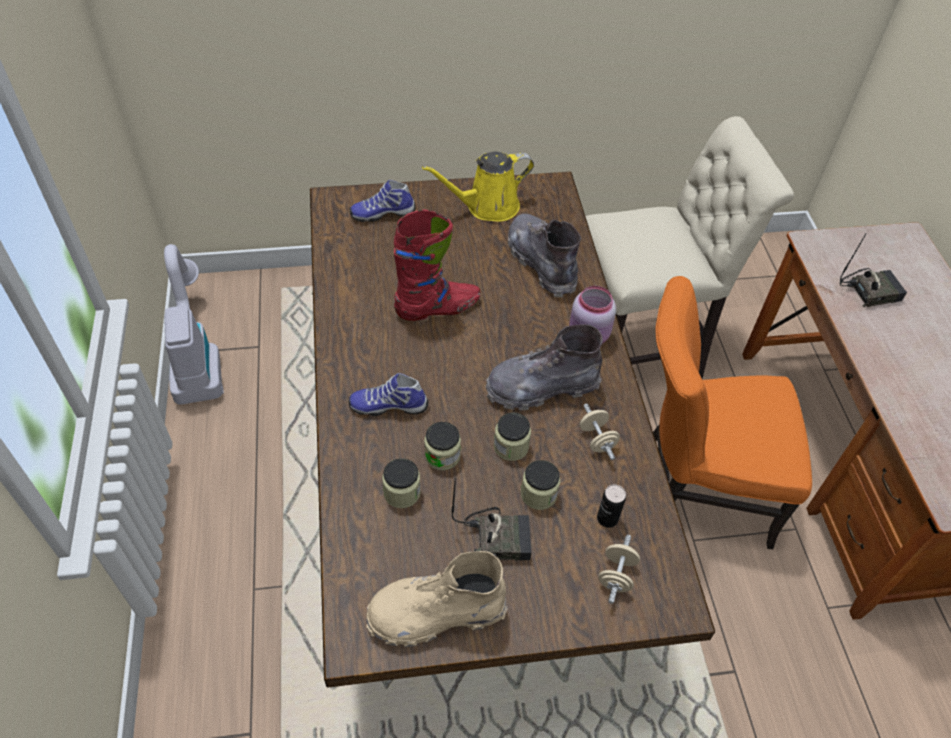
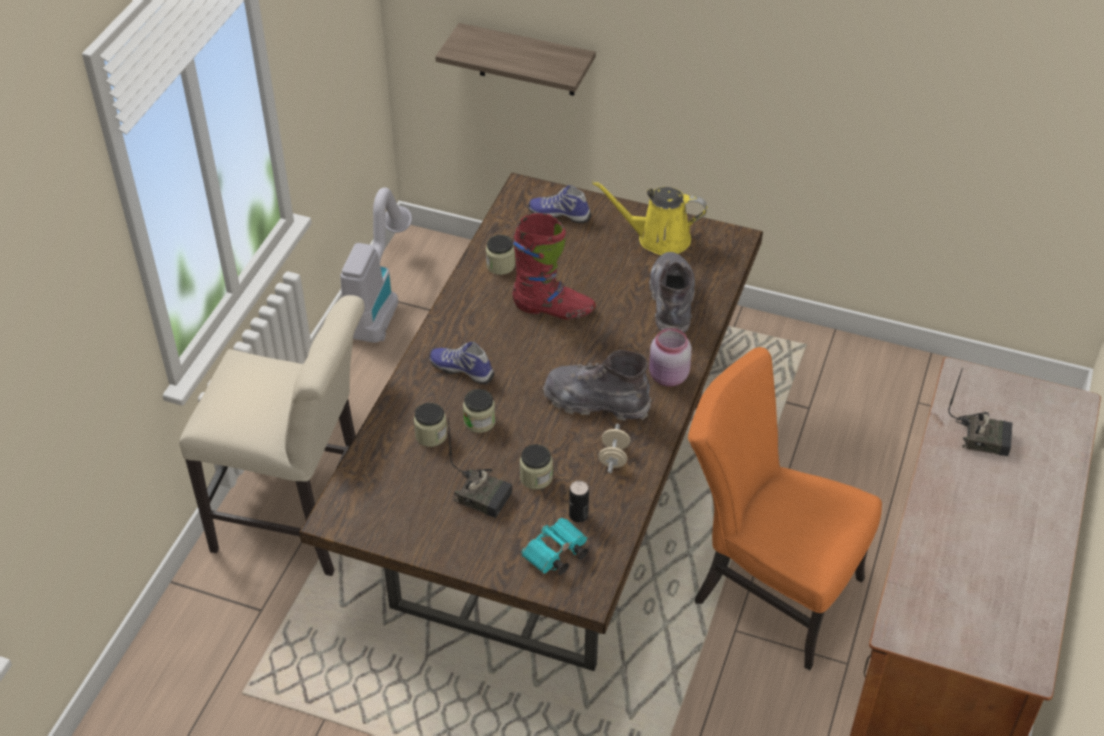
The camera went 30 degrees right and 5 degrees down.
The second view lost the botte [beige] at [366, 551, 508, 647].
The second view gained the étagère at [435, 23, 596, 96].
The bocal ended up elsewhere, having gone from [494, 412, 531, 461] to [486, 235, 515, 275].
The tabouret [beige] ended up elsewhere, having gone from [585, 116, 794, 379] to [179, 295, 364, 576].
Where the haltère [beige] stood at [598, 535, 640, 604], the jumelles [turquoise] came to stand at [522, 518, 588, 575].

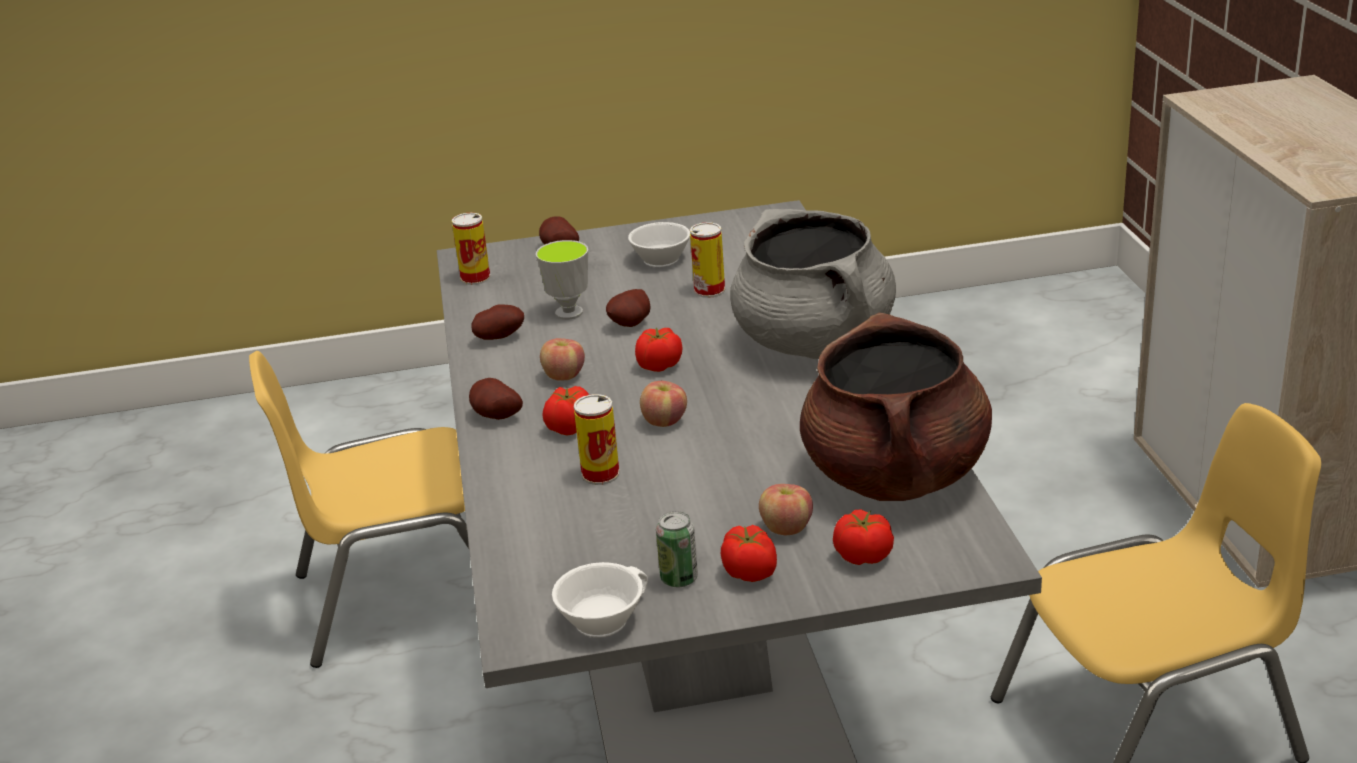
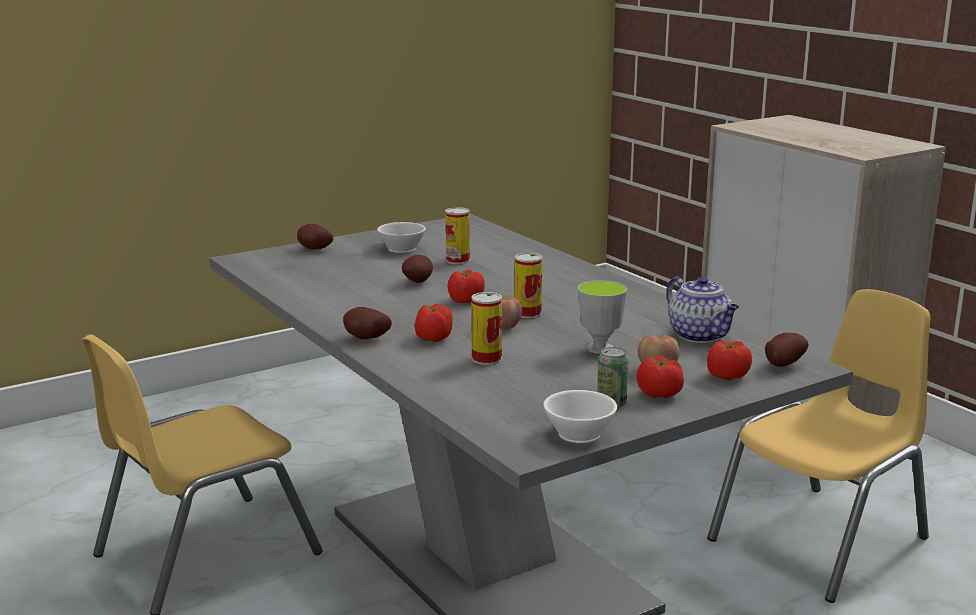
The camera went 25 degrees left and 10 degrees down.
The second view lost the pomme at [540, 338, 585, 381].
The second view lost the marmite [gris] at [730, 209, 896, 359].
The boîte métallique ended up elsewhere, having gone from [452, 213, 491, 285] to [514, 253, 542, 318].
The pomme de terre ended up elsewhere, having gone from [471, 304, 524, 340] to [765, 333, 809, 367].
The tasse ended up elsewhere, having gone from [536, 240, 588, 320] to [578, 280, 627, 354].
Where the marmite [marron] stood at [800, 313, 992, 501], the théière came to stand at [666, 276, 739, 343].

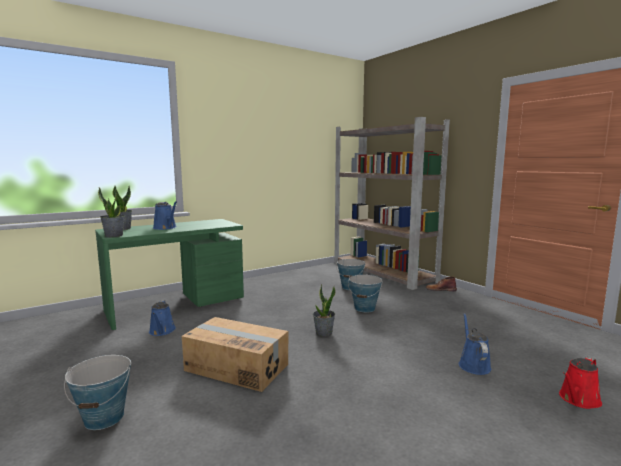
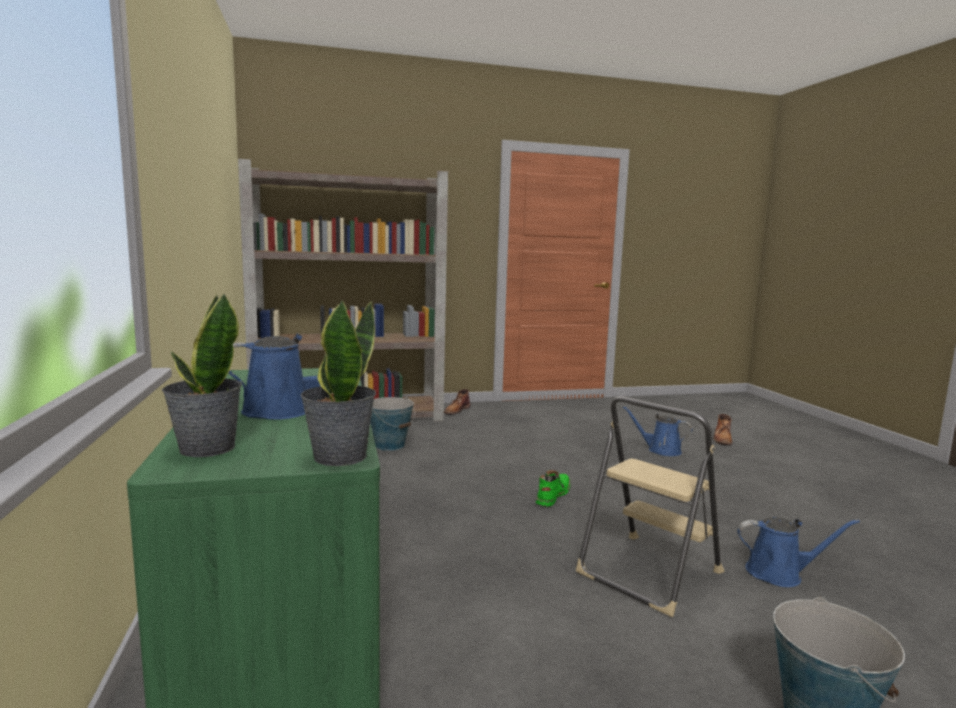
The camera went 70 degrees left and 0 degrees up.
The second view lost the seau at [348, 275, 383, 313].
The arrosoir [bleu] ended up elsewhere, having gone from [149, 300, 176, 336] to [737, 517, 860, 587].
Where the carton stood at [182, 317, 288, 392], the escabeau [beige] came to stand at [576, 397, 724, 617].
Where the plante en pot stood at [313, 284, 336, 337], the botte [vert] came to stand at [536, 470, 571, 507].
Where the arrosoir [rouge] stood at [559, 357, 602, 409], the botte [marron] came to stand at [714, 414, 733, 445].

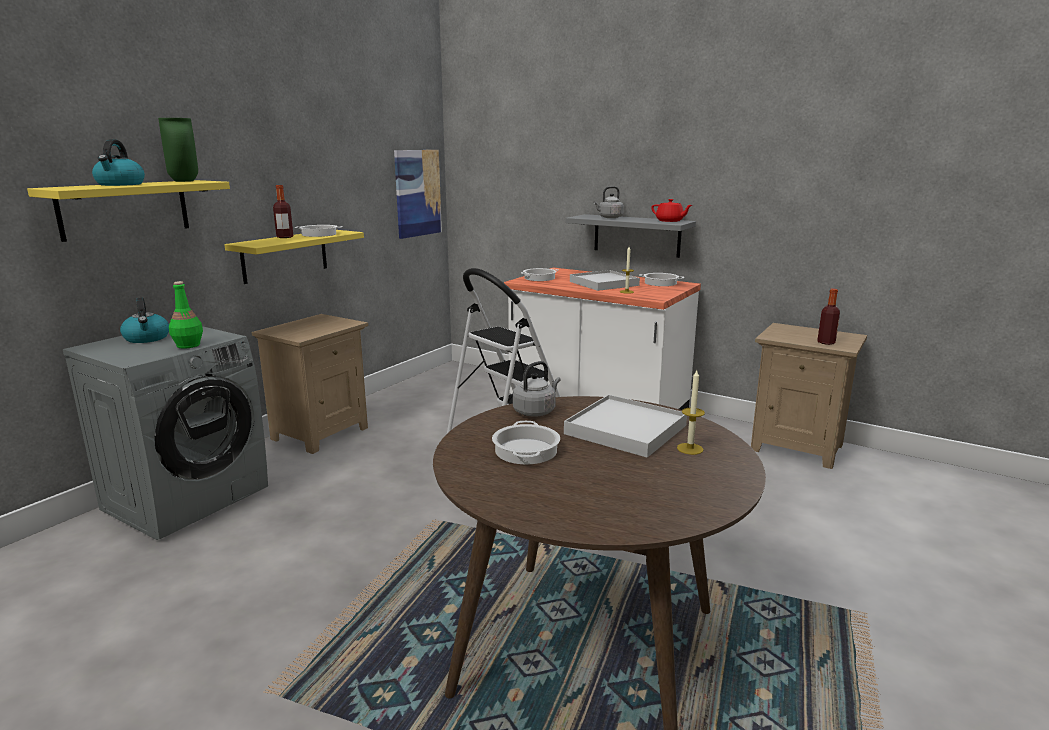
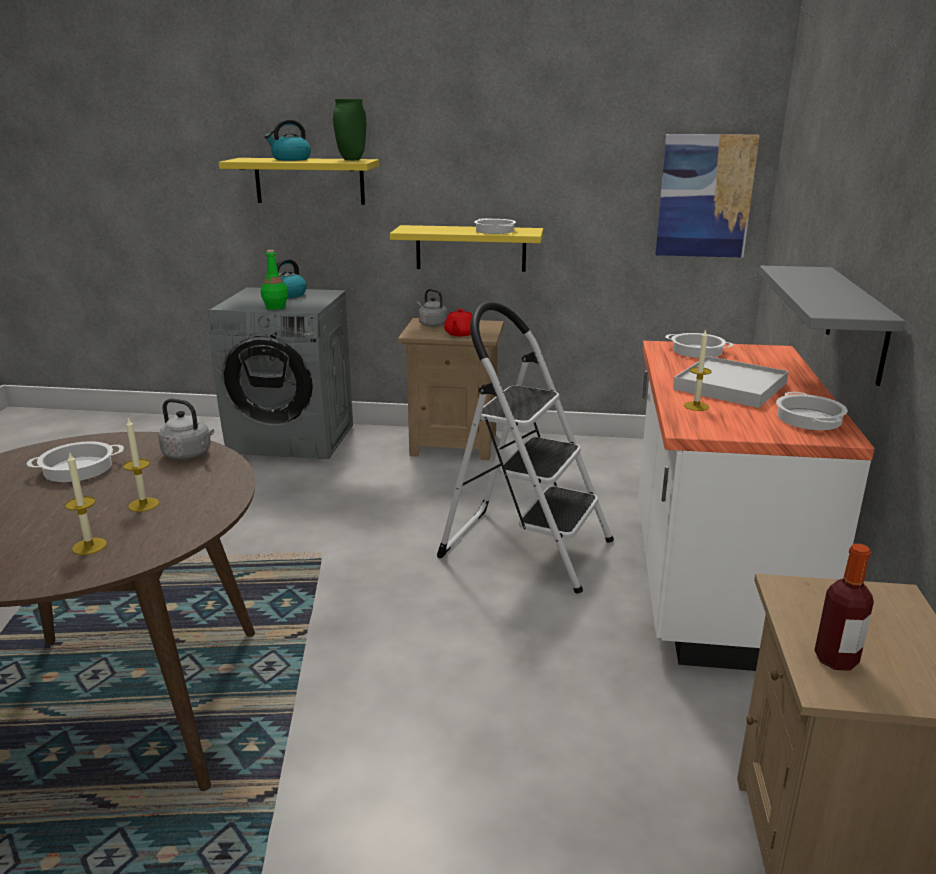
The camera went 65 degrees right and 5 degrees up.
The second view lost the bouteille at [273, 185, 293, 238].
The bouilloire [gris] ended up elsewhere, having gone from [593, 186, 624, 218] to [417, 289, 447, 327].
The théière [rouge] ended up elsewhere, having gone from [651, 199, 692, 222] to [444, 308, 472, 336].
Where the plateau [blanc] stood at [564, 395, 687, 458], the bougie came to stand at [123, 418, 159, 512].

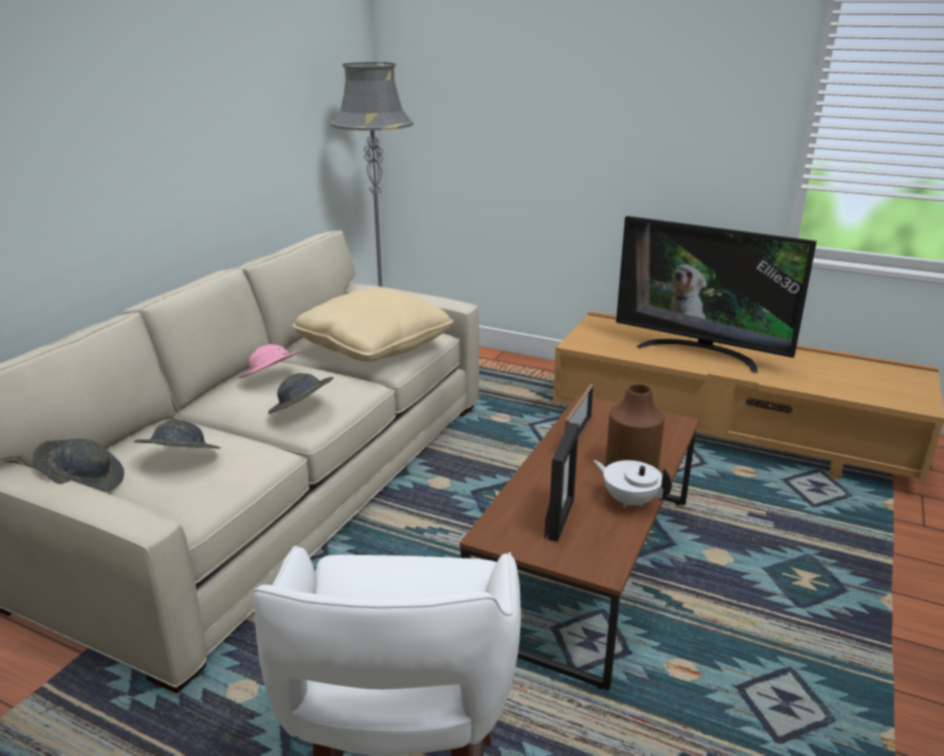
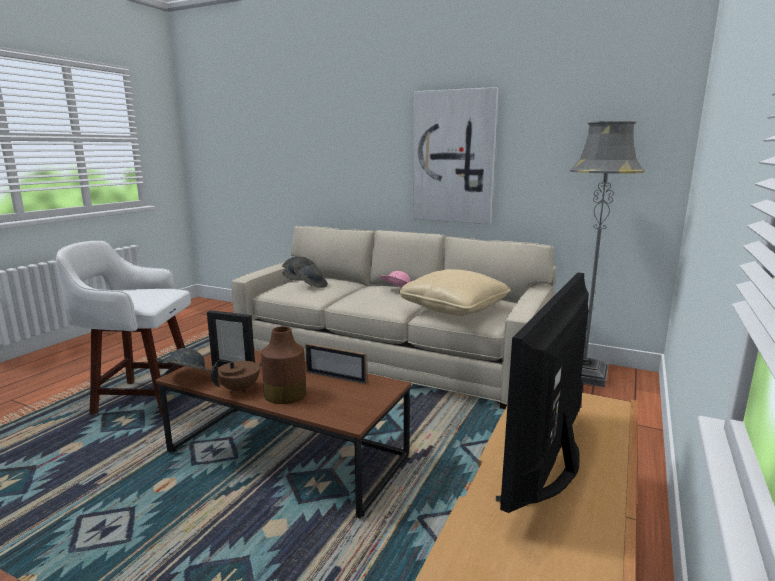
The camera went 90 degrees right and 10 degrees down.
The second view gained the tableau at [412, 87, 498, 224].
The chapeau [gris] ended up elsewhere, having gone from [268, 373, 334, 413] to [156, 348, 212, 372].
What was the théière [blanc] at [593, 460, 672, 508] turned into the théière [marron] at [211, 360, 262, 393].

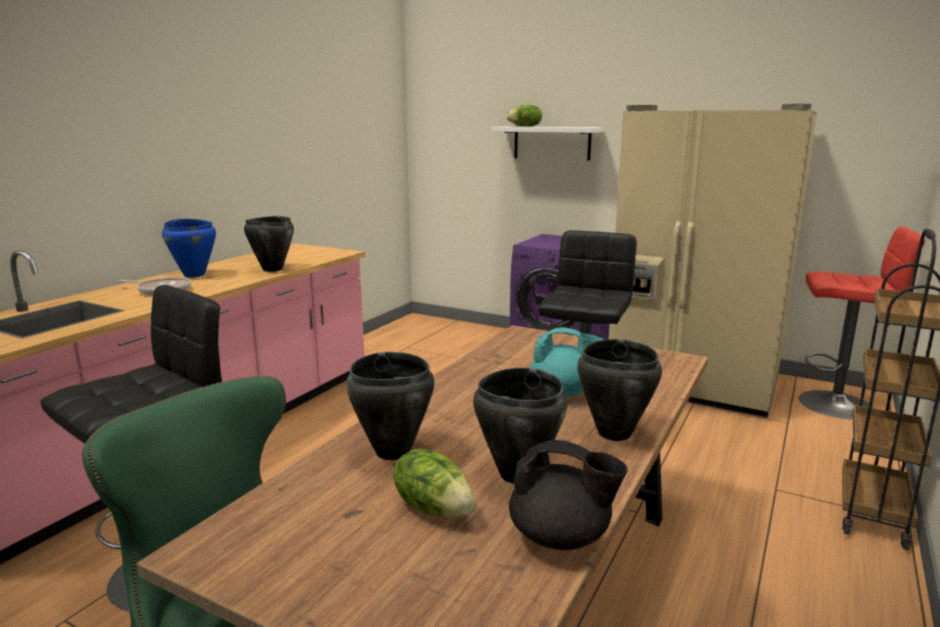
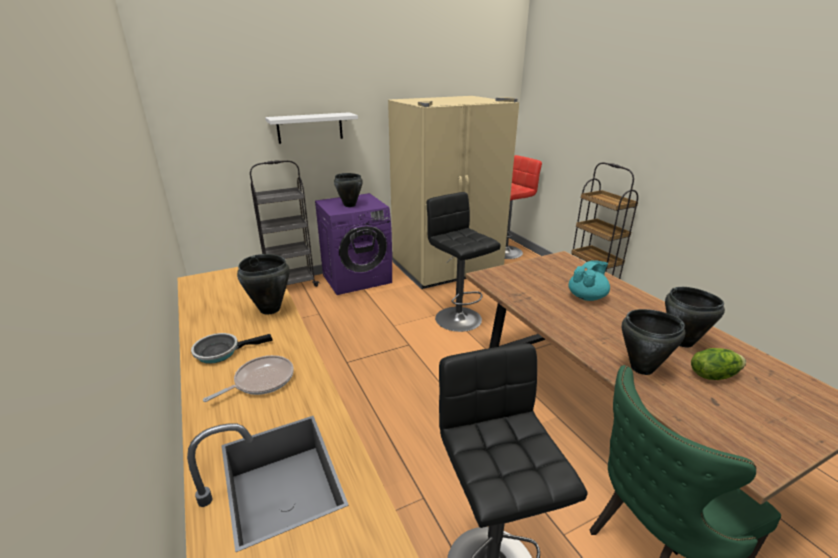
The camera went 55 degrees left and 10 degrees up.
The second view lost the laitue at [506, 105, 542, 127].
The second view lost the théière [noir] at [509, 440, 628, 550].
The second view gained the chariot [gris] at [250, 160, 319, 287].
The marmite [noir] ended up elsewhere, having gone from [577, 339, 662, 441] to [334, 173, 363, 207].
Where the marmite [bleu] stood at [162, 219, 216, 277], the poêle came to stand at [191, 333, 273, 364].

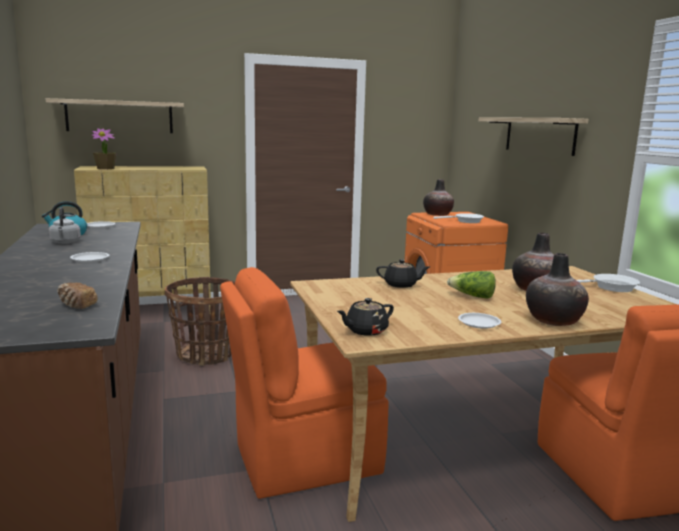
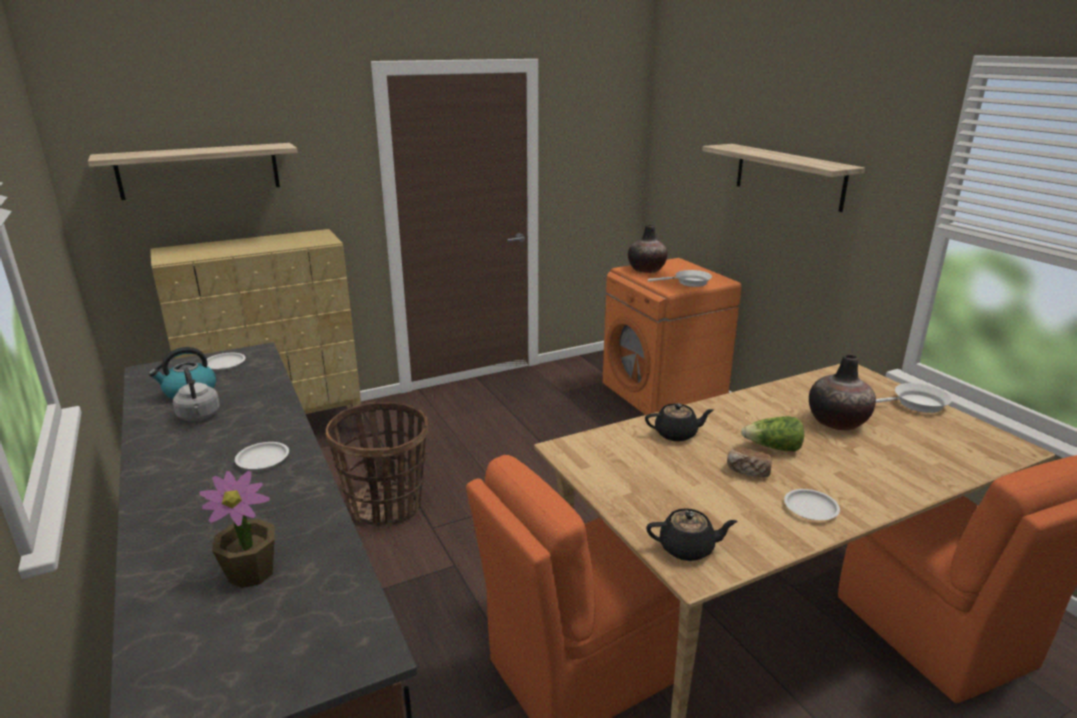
The camera went 10 degrees left and 10 degrees up.
The second view lost the vase at [526, 253, 589, 326].
The pain ended up elsewhere, having gone from [57, 283, 98, 309] to [727, 446, 772, 477].
The plante en pot ended up elsewhere, having gone from [92, 128, 117, 170] to [199, 471, 275, 588].
The théière [noir] at [337, 298, 394, 336] ended up facing another way, 135 degrees counterclockwise from before.

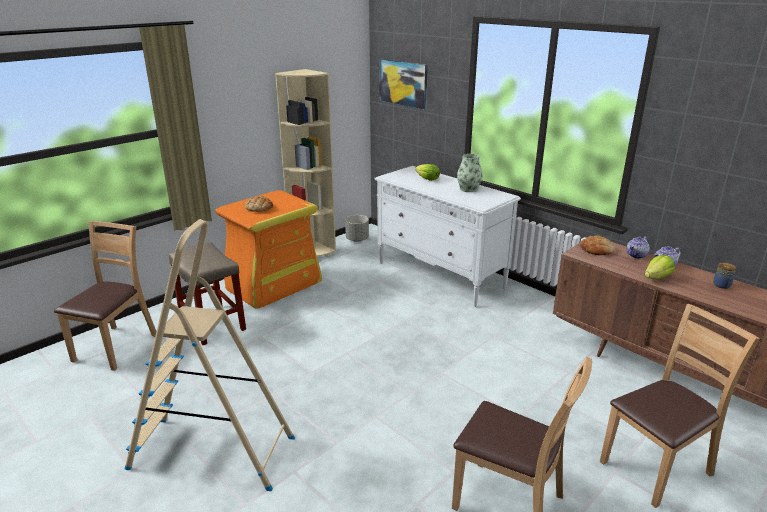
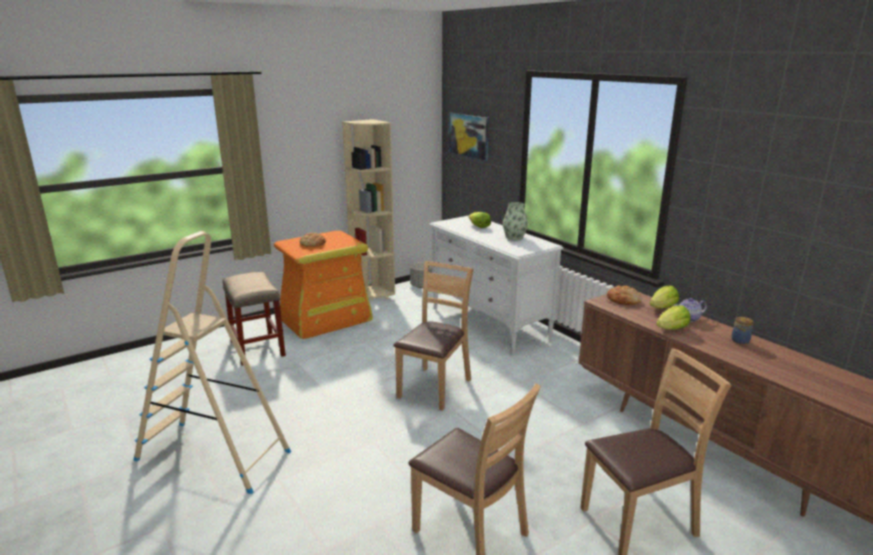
The camera went 10 degrees right and 5 degrees down.
The chaise [marron] ended up elsewhere, having gone from [54, 221, 157, 371] to [394, 261, 474, 411].
Where the théière stood at [626, 237, 650, 259], the laitue came to stand at [650, 286, 679, 309].

